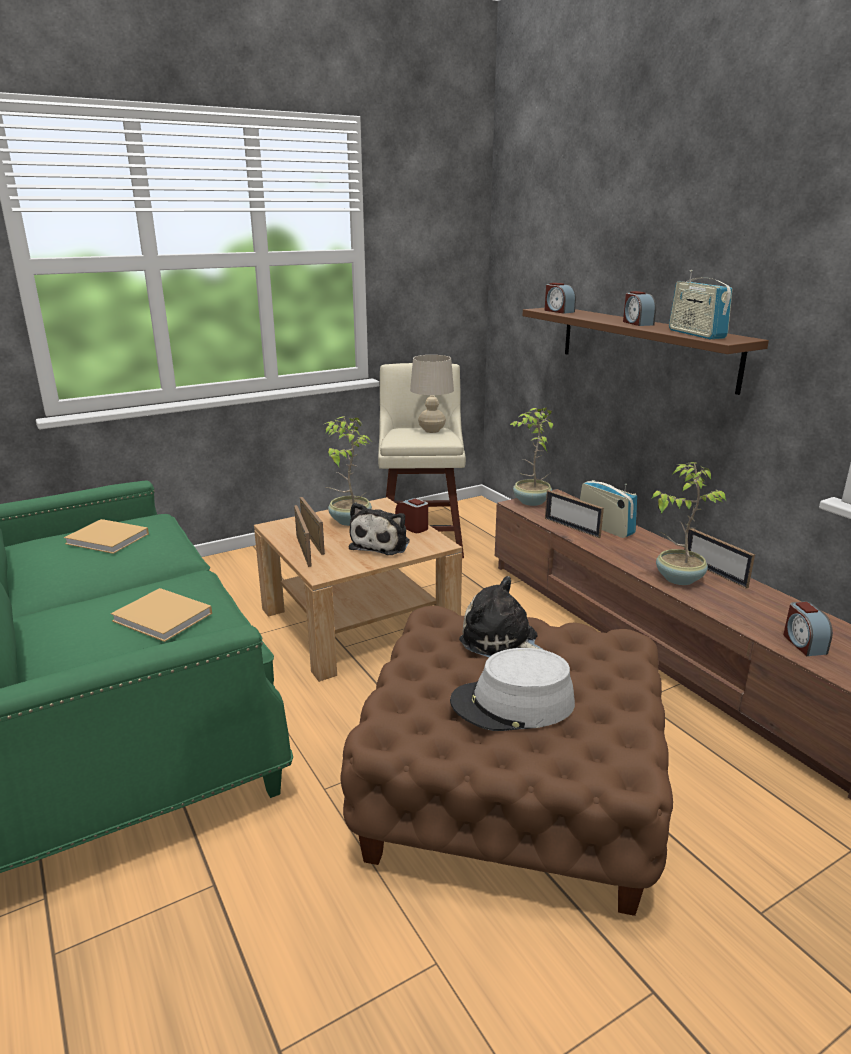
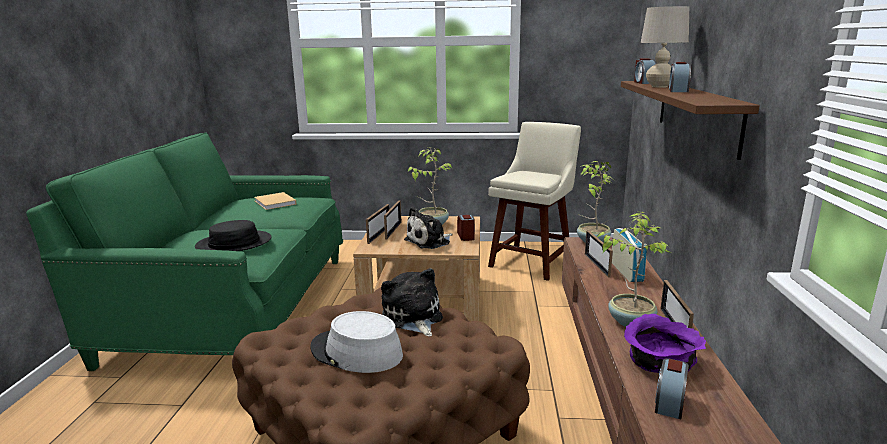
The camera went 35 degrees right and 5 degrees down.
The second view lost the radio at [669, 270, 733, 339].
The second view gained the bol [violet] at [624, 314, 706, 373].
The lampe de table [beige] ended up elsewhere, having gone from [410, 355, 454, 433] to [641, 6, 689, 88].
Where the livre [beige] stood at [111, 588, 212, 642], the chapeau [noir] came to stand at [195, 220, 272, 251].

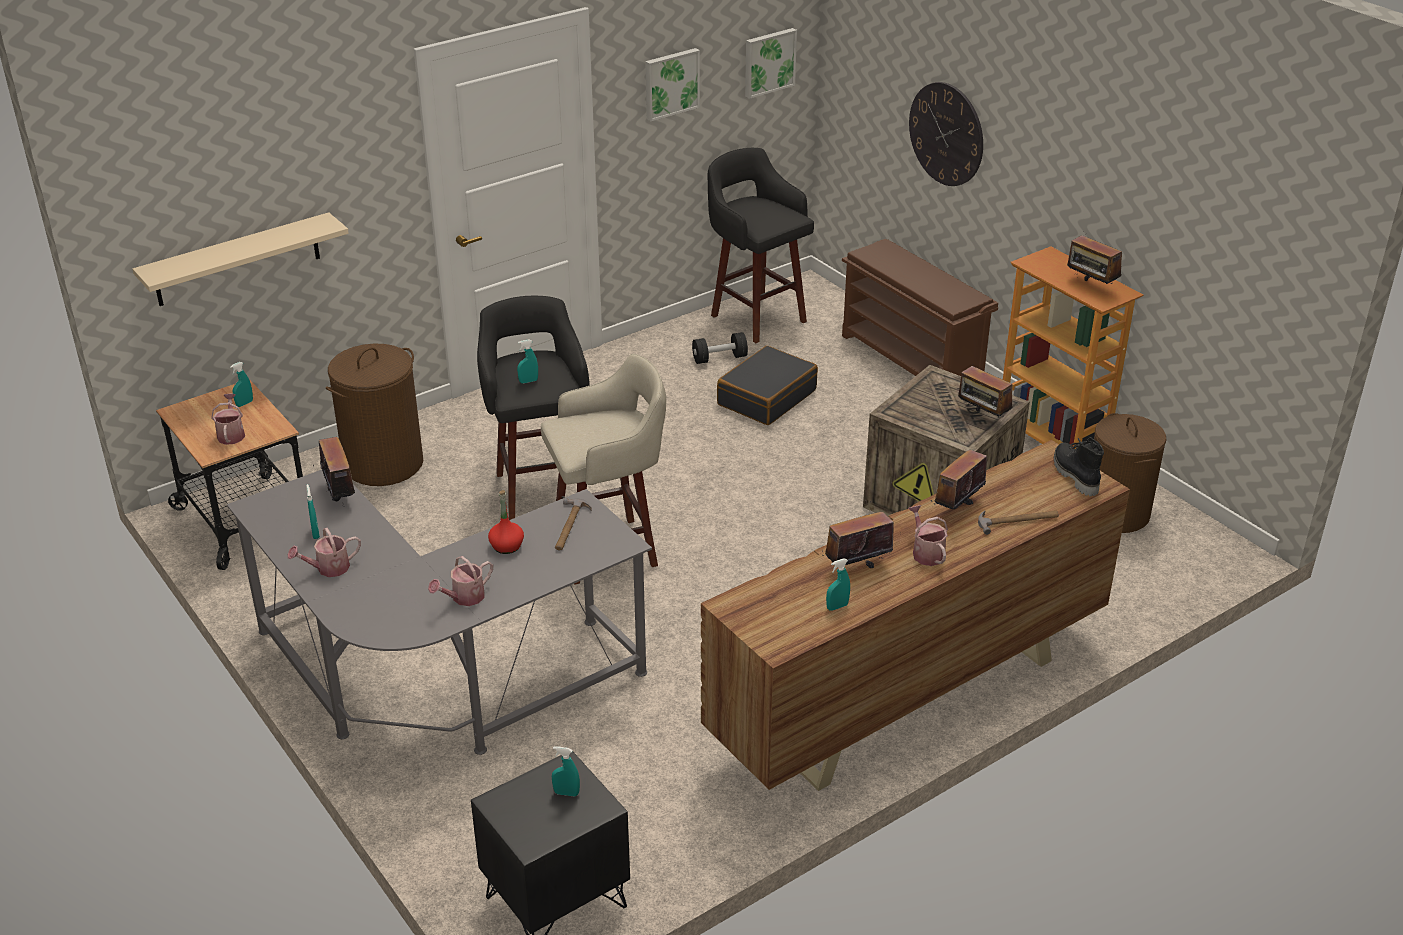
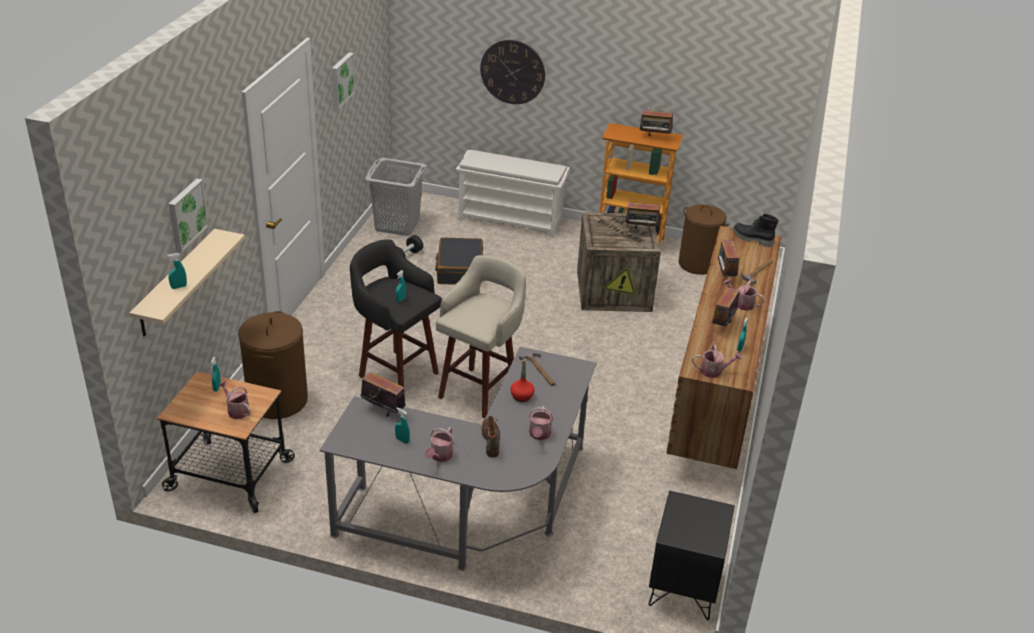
The camera went 40 degrees left and 0 degrees up.
The second view gained the botte at [482, 416, 500, 457].
The second view gained the arrosoir at [692, 345, 742, 378].
The vaporisateur [turquoise] ended up elsewhere, having gone from [552, 746, 580, 797] to [167, 253, 187, 289].
The tableau ended up elsewhere, having gone from [745, 28, 797, 99] to [169, 179, 209, 253].
Where the tabouret [noir] stood at [708, 148, 814, 343], the panier à linge [gris] came to stand at [365, 158, 427, 236].
What was the étagère à chaussures [marron] at [842, 239, 998, 376] turned into the étagère à chaussures [blanc] at [456, 150, 570, 237].

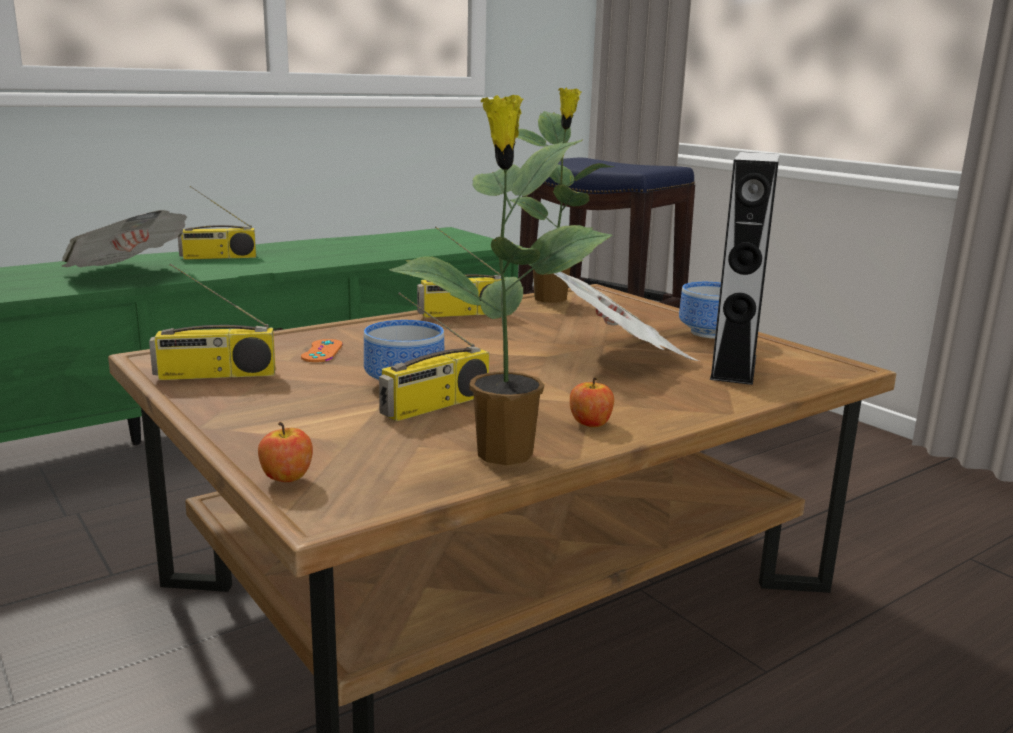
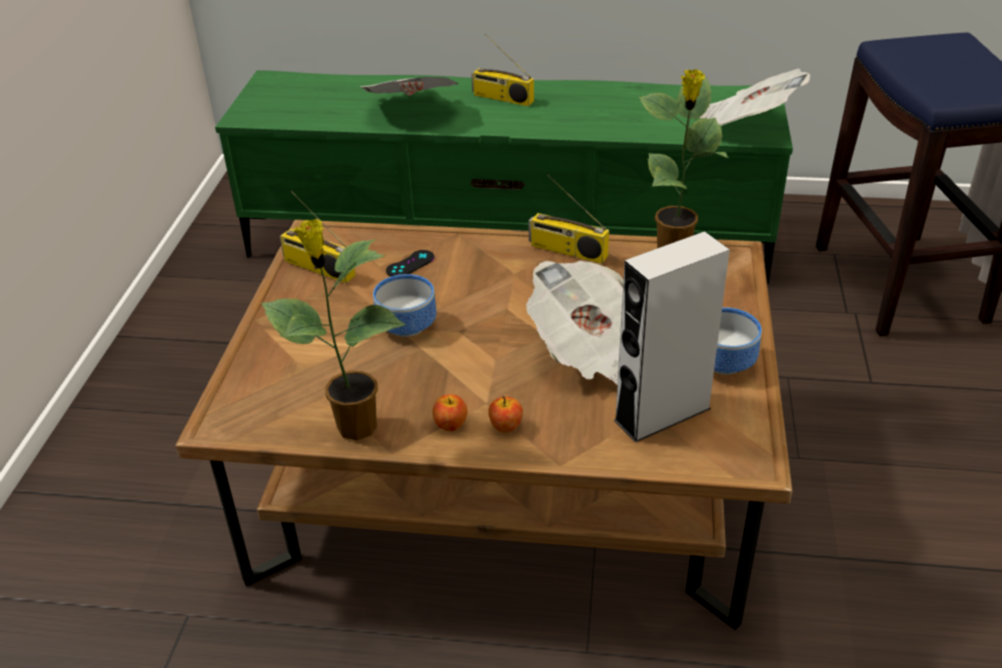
The camera went 45 degrees right and 20 degrees up.
The second view lost the radio at [379, 292, 489, 421].
The second view gained the journal at [700, 69, 810, 126].
The pomme ended up elsewhere, having gone from [258, 422, 313, 482] to [488, 396, 523, 433].
What was the manette [orange] at [301, 339, 343, 362] turned into the manette [noir] at [386, 250, 434, 276].

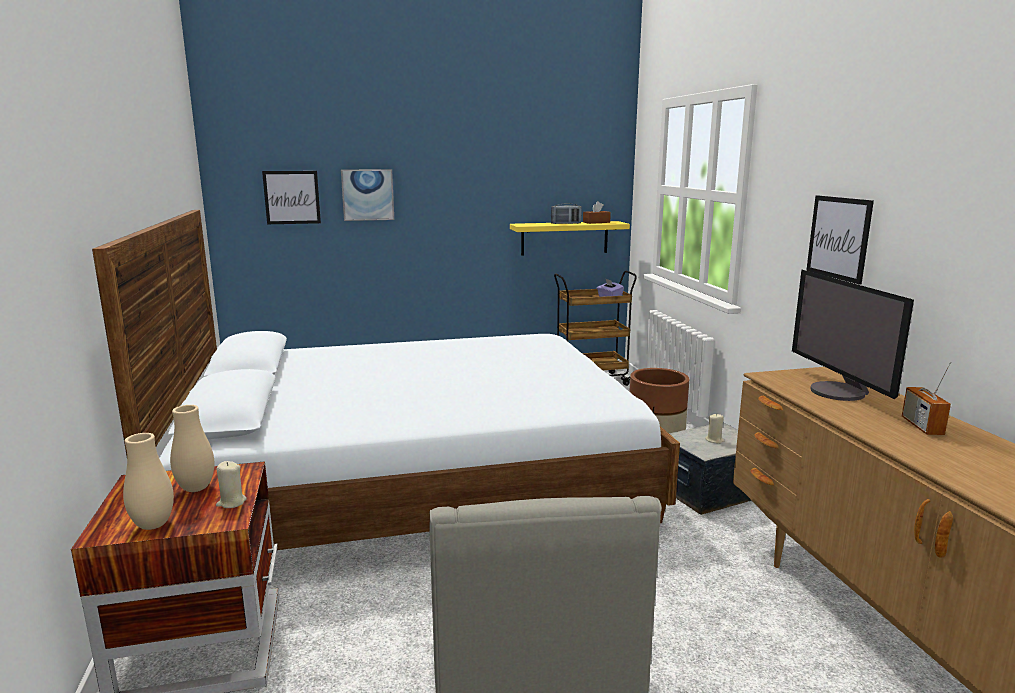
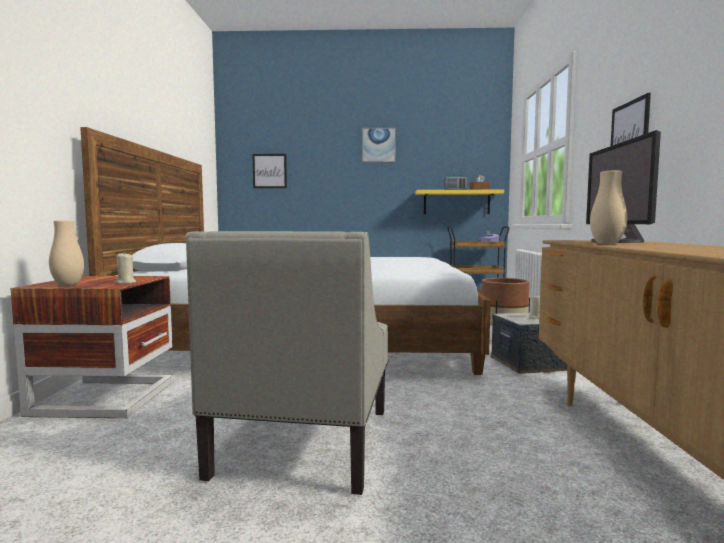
The camera went 15 degrees right and 10 degrees down.
The second view lost the radio at [902, 362, 951, 435].
The vase [beige] ended up elsewhere, having gone from [170, 405, 214, 492] to [590, 170, 627, 244].
The tableau ended up elsewhere, having gone from [341, 169, 394, 221] to [362, 128, 396, 163].

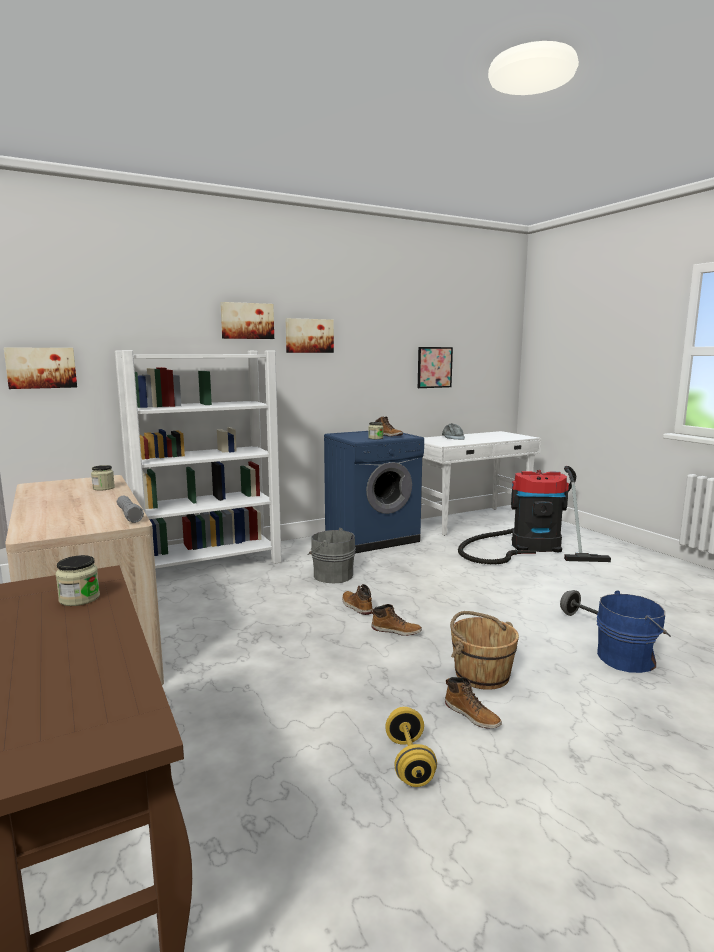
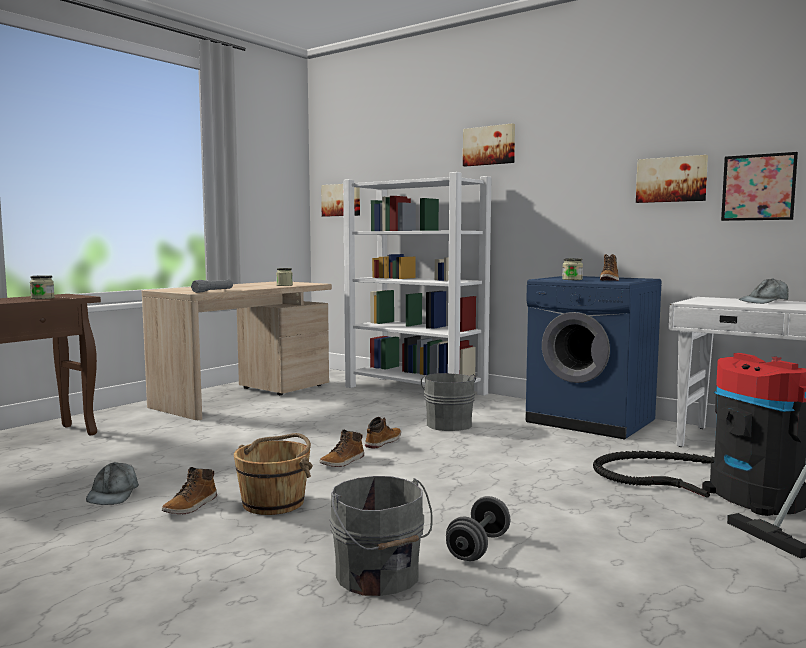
The camera went 65 degrees right and 5 degrees down.
The tableau ended up elsewhere, having gone from [286, 318, 334, 353] to [636, 155, 708, 203].
Where the haltère [jaune] stood at [385, 707, 437, 787], the casquette [gris] came to stand at [86, 462, 139, 505].
What was the seau [bleu] at [597, 591, 671, 673] turned into the seau [gris] at [329, 476, 433, 596].
The botte at [371, 604, 422, 636] ended up facing another way, 45 degrees clockwise from before.

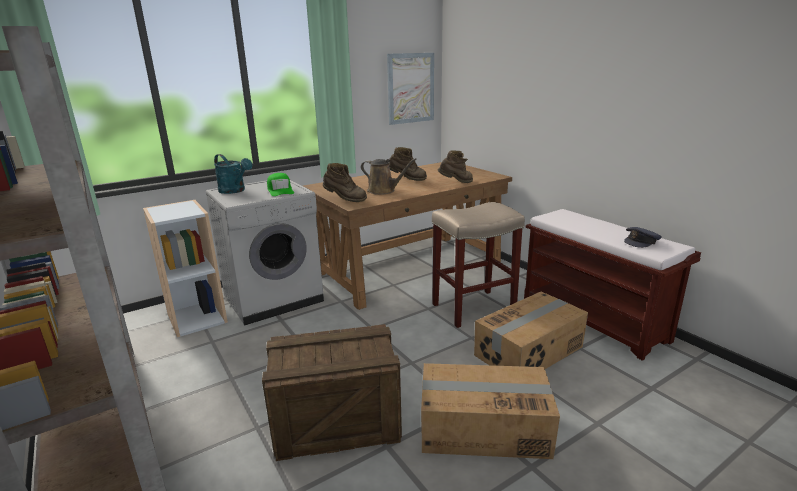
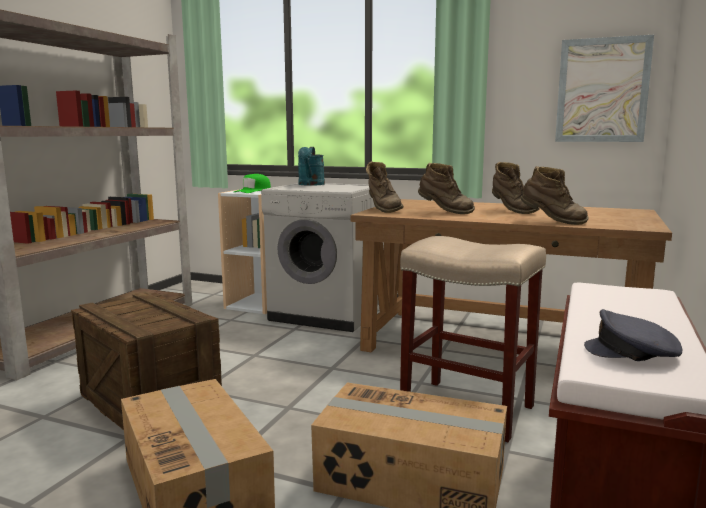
The camera went 55 degrees right and 10 degrees down.
The casquette [vert] ended up elsewhere, having gone from [267, 173, 294, 196] to [234, 174, 271, 193].
Where the arrosoir [marron] stood at [361, 158, 417, 195], the botte [marron] came to stand at [418, 162, 475, 214].

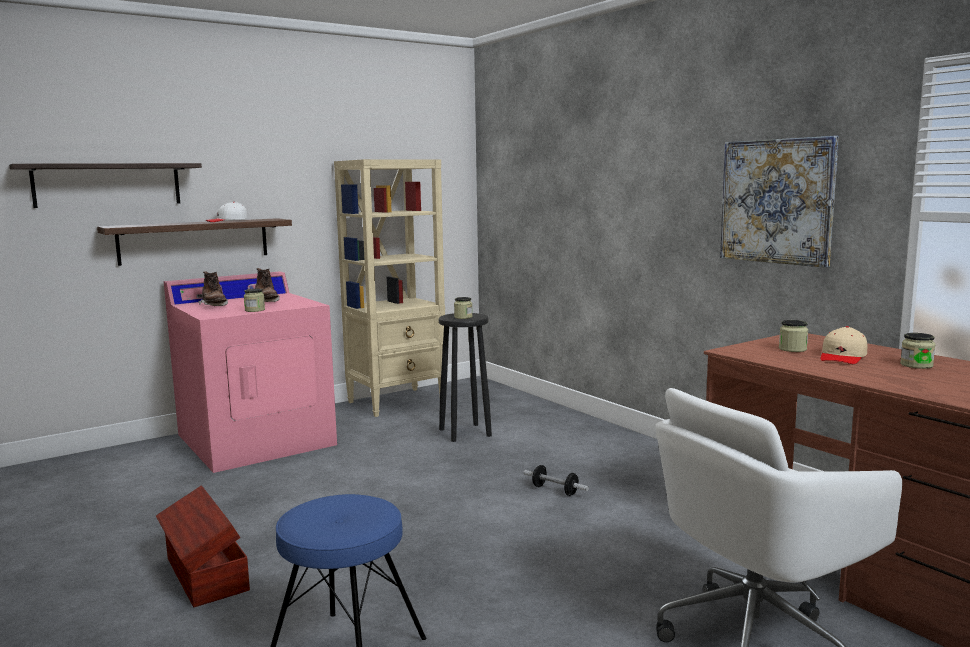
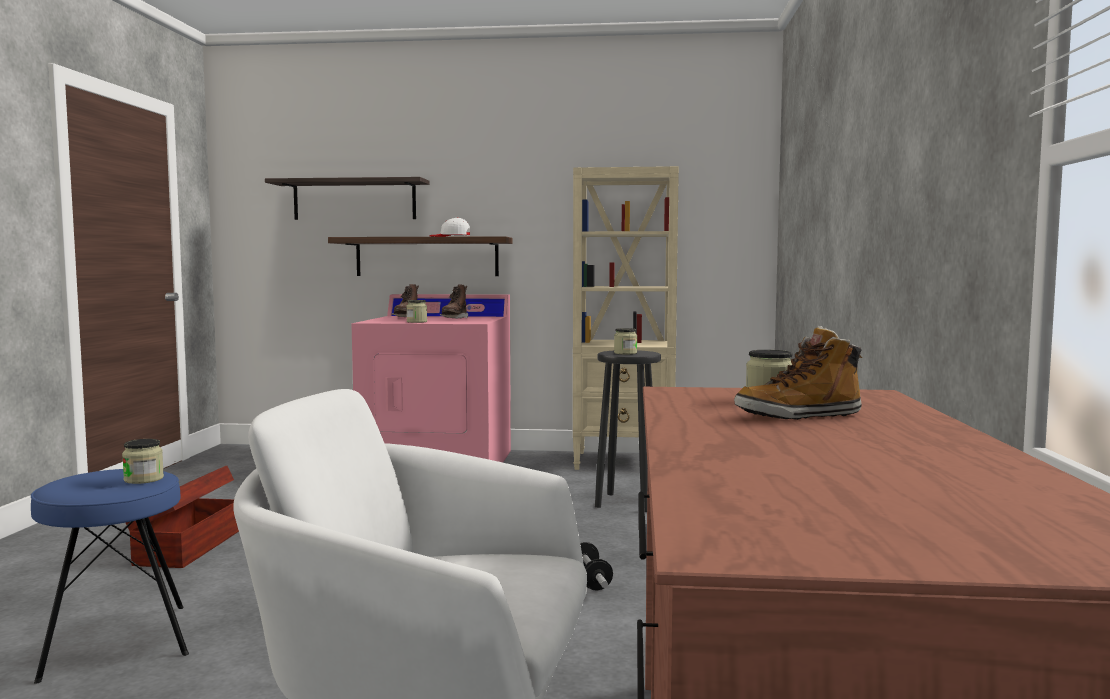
The camera went 40 degrees right and 5 degrees down.
The second view lost the tableau at [720, 136, 839, 268].
The bocal ended up elsewhere, having gone from [900, 333, 935, 369] to [122, 439, 164, 484].
Where the casquette [beige] stood at [820, 326, 867, 364], the botte came to stand at [734, 325, 862, 420].

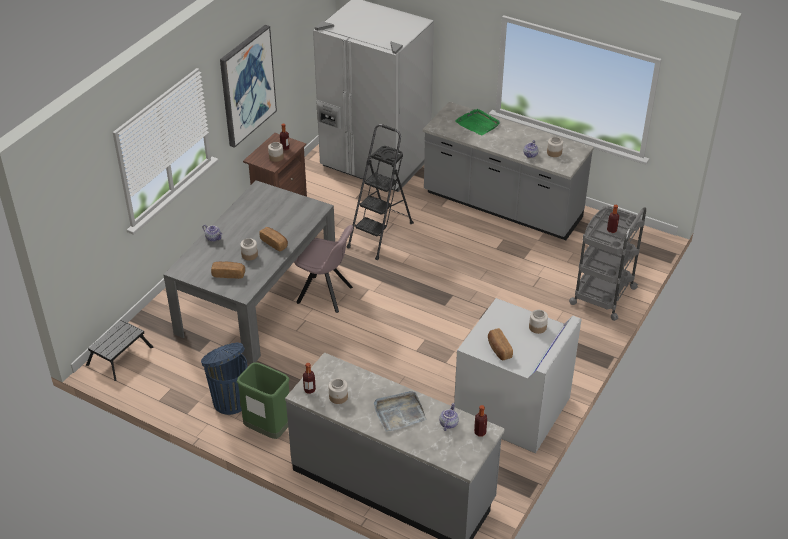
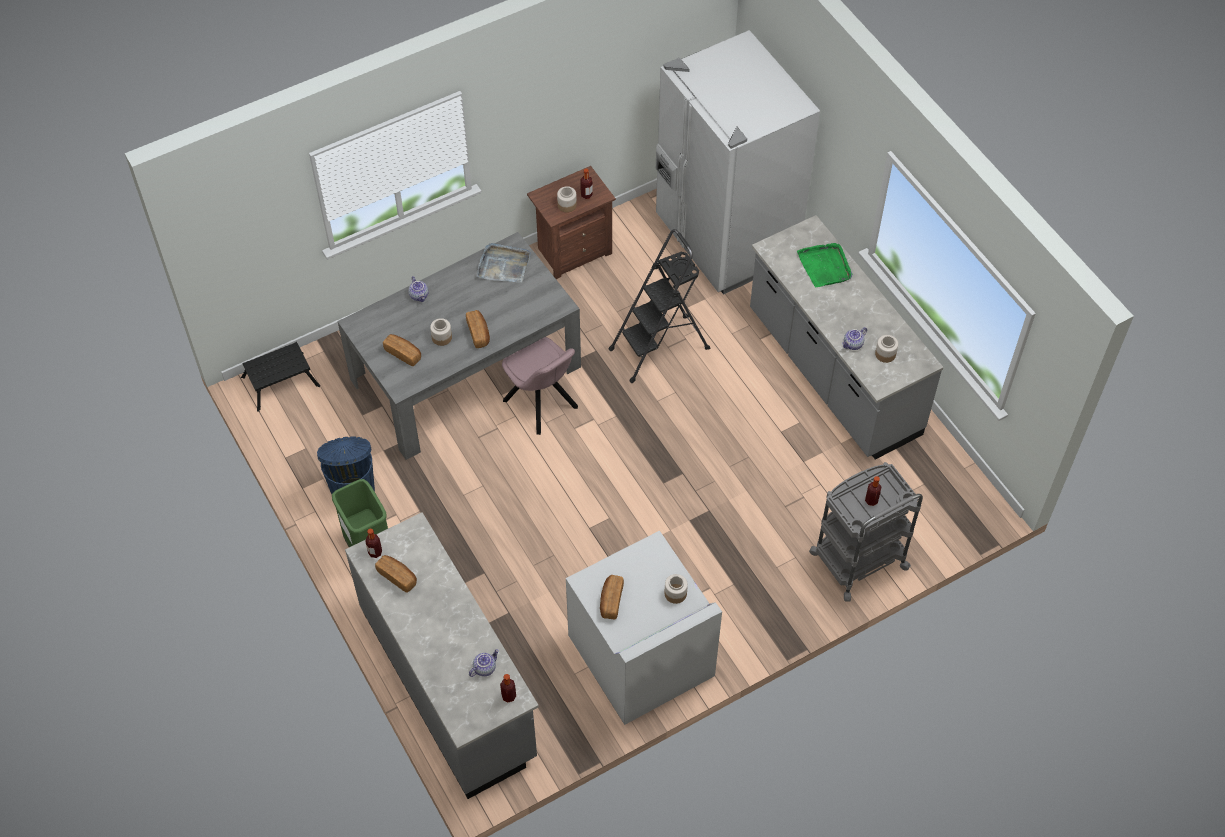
The camera went 30 degrees right and 15 degrees up.
The second view lost the tableau at [220, 25, 277, 148].
The plateau [gris] ended up elsewhere, having gone from [374, 391, 426, 431] to [476, 243, 531, 282].
Where the bocal stood at [328, 378, 348, 404], the pain came to stand at [375, 555, 417, 593].

